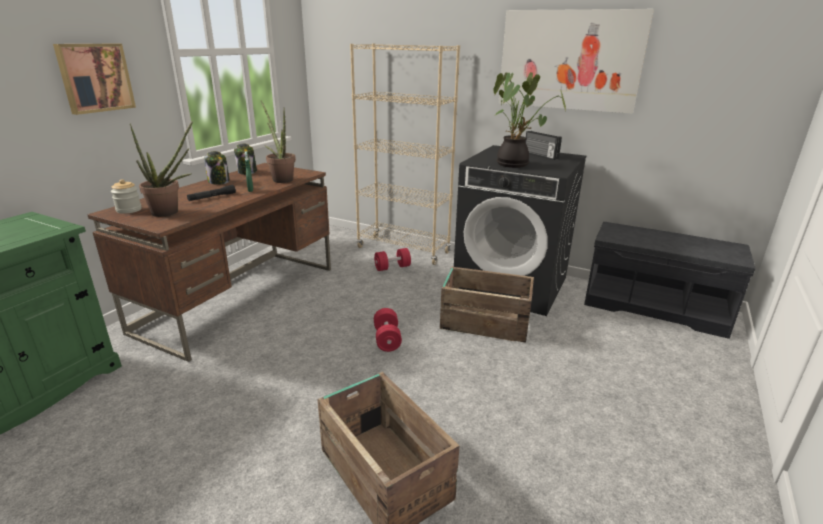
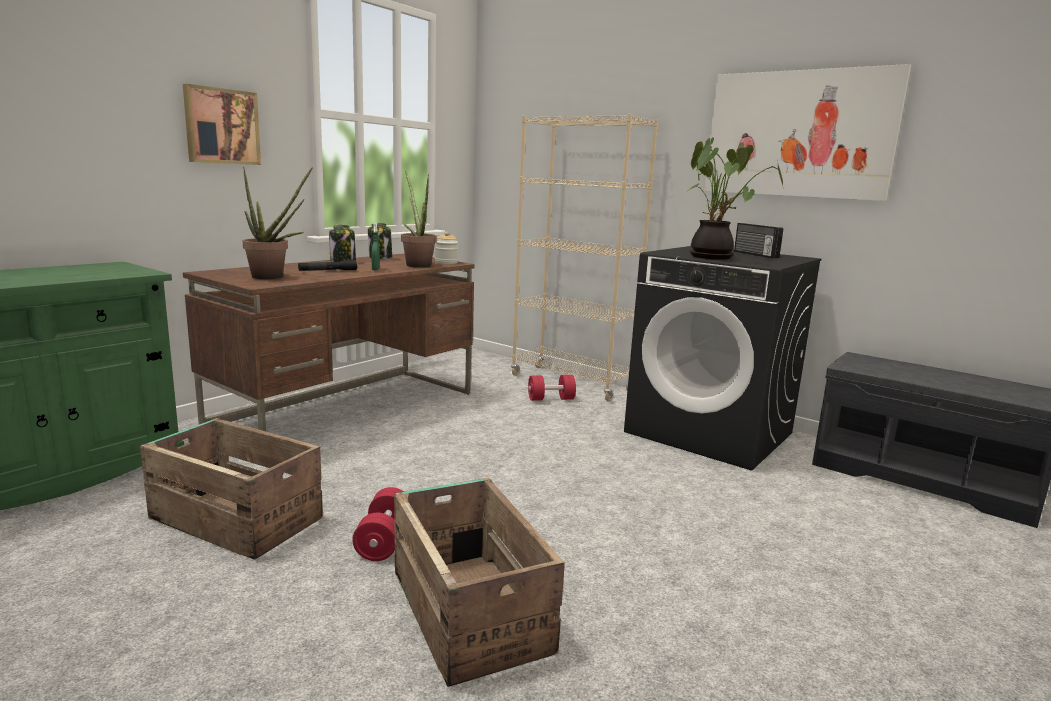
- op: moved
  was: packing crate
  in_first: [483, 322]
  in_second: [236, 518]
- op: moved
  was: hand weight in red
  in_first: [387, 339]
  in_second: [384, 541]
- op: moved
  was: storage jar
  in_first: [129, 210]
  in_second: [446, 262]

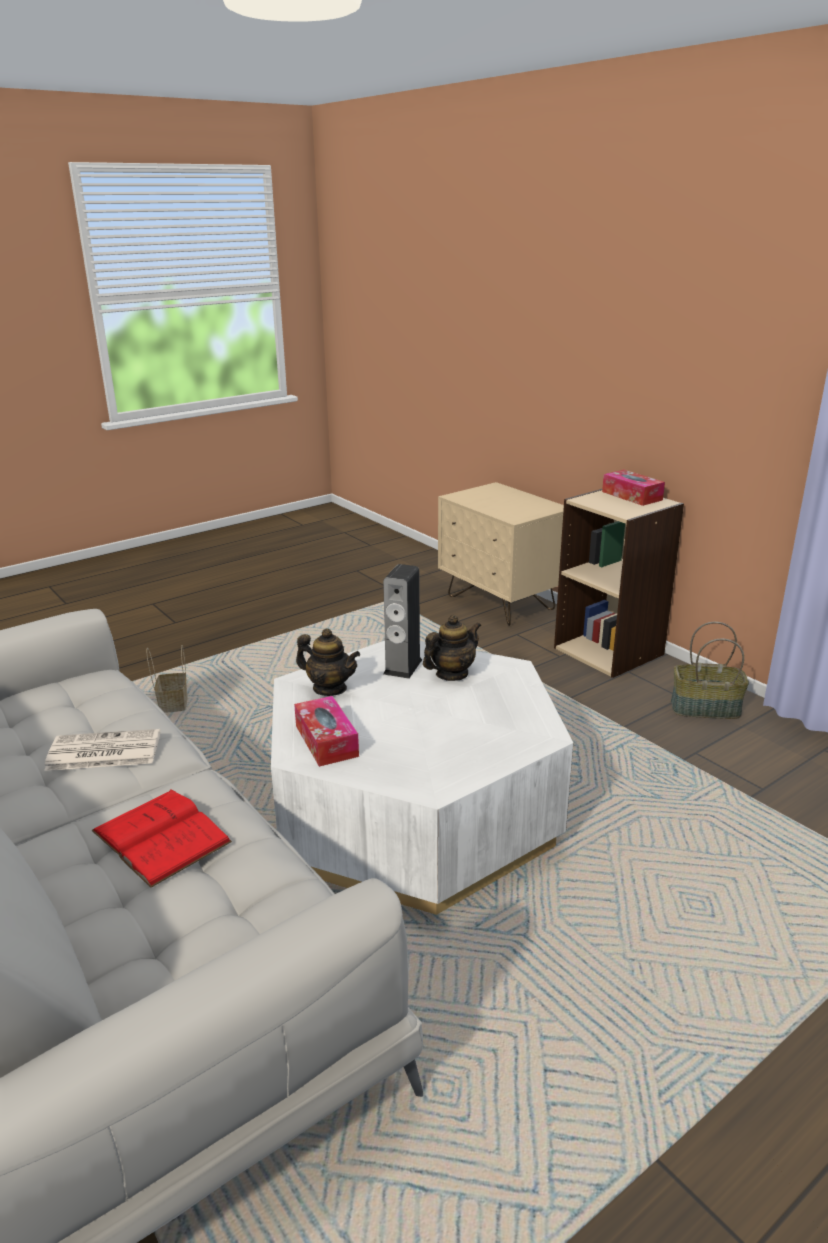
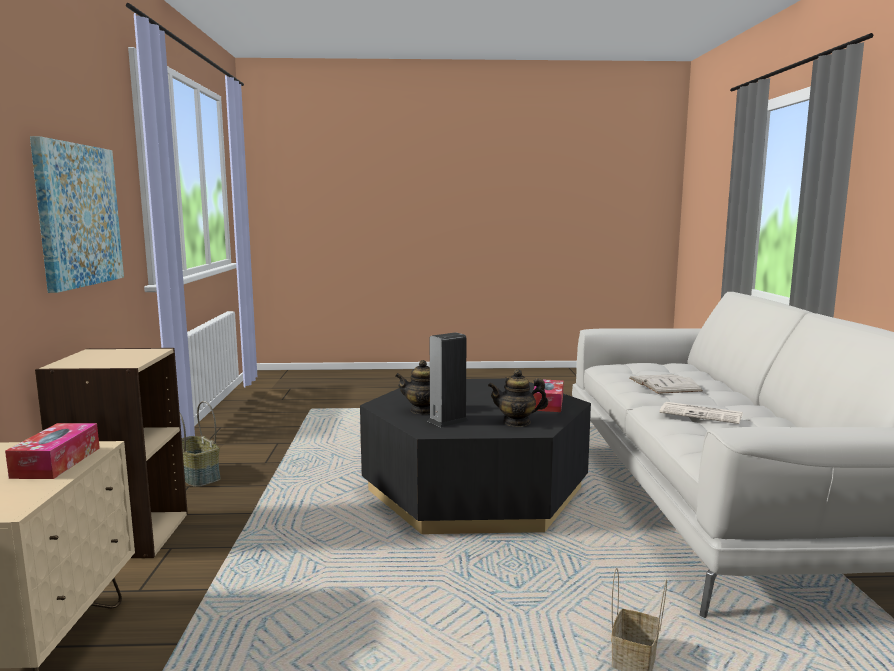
- op: moved
  was: tissue holder
  in_first: [632, 496]
  in_second: [56, 462]
- op: added
  now: picture
  in_second: [78, 215]
- op: recoloured
  was: lounge table in white
  now: lounge table in black
  in_first: [414, 811]
  in_second: [475, 490]
- op: turned
  was: pot for tea
  in_first: [329, 688]
  in_second: [517, 422]
  clockwise: -60
- op: recoloured
  was: bound book in red
  now: bound book in white
  in_first: [161, 836]
  in_second: [664, 384]

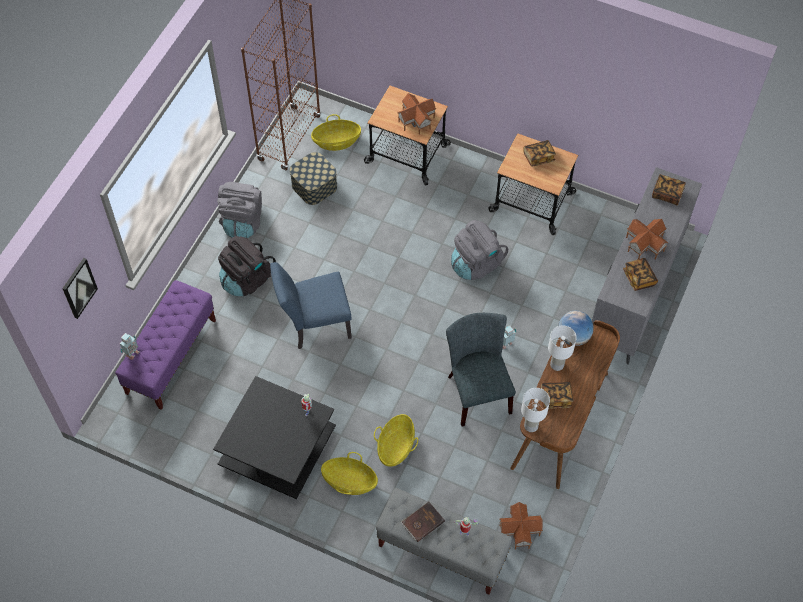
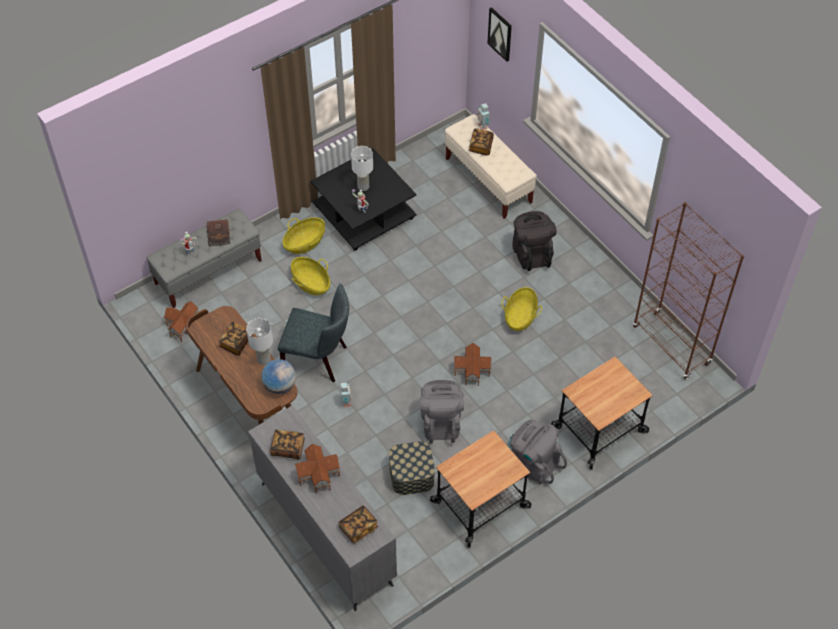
- op: moved
  was: table lamp in white
  in_first: [531, 426]
  in_second: [363, 187]
- op: moved
  was: storage container
  in_first: [314, 186]
  in_second: [411, 475]
- op: recoloured
  was: long seat in purplish
  now: long seat in beige
  in_first: [171, 356]
  in_second: [488, 181]
- op: moved
  was: toy house
  in_first: [416, 119]
  in_second: [472, 371]
- op: moved
  was: bound book
  in_first: [538, 157]
  in_second: [481, 146]
- op: moved
  was: basket
  in_first: [336, 141]
  in_second: [520, 316]
- op: moved
  was: knapsack in gray
  in_first: [243, 222]
  in_second: [532, 463]
- op: removed
  was: upright chair in blue
  in_first: [314, 325]

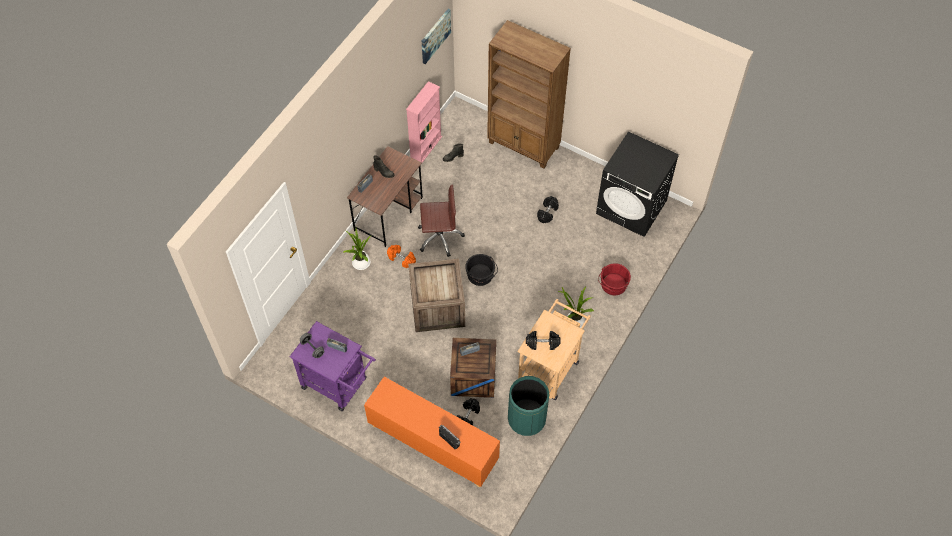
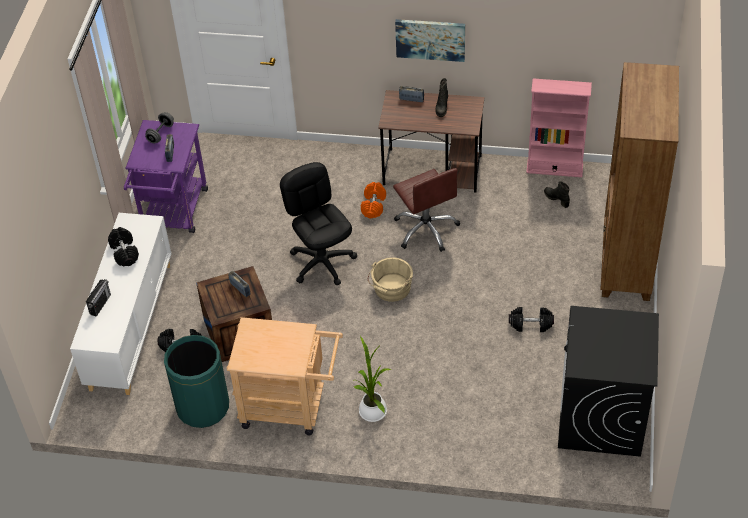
- op: recoloured
  was: cabinet in orange
  now: cabinet in white
  in_first: [432, 444]
  in_second: [131, 325]
- op: moved
  was: hand weight in black
  in_first: [542, 343]
  in_second: [125, 252]
- op: replaced
  was: packing crate
  now: computer chair in black
  in_first: [436, 307]
  in_second: [322, 262]
- op: recoloured
  was: bucket in black
  now: bucket in beige
  in_first: [481, 276]
  in_second: [391, 289]
- op: moved
  was: picture
  in_first: [435, 35]
  in_second: [430, 39]
- op: removed
  was: potted plant
  in_first: [360, 264]
- op: removed
  was: bucket in red
  in_first: [613, 285]

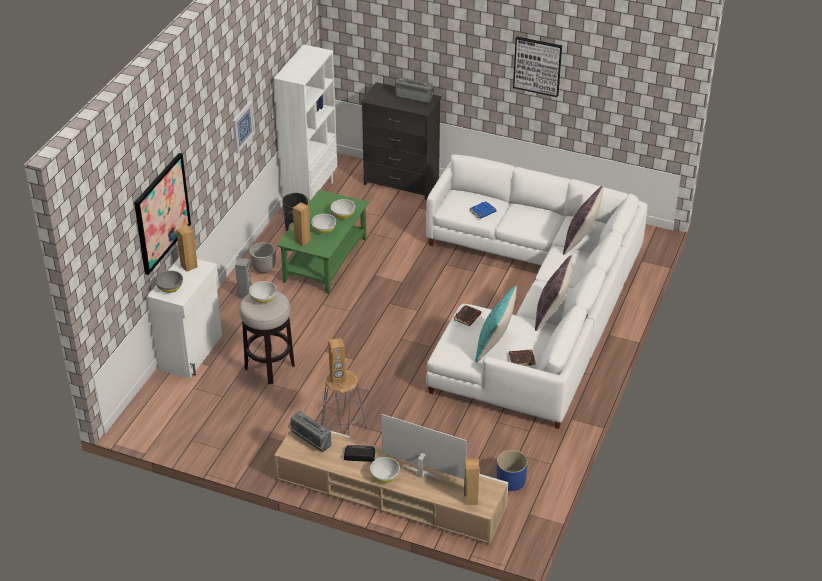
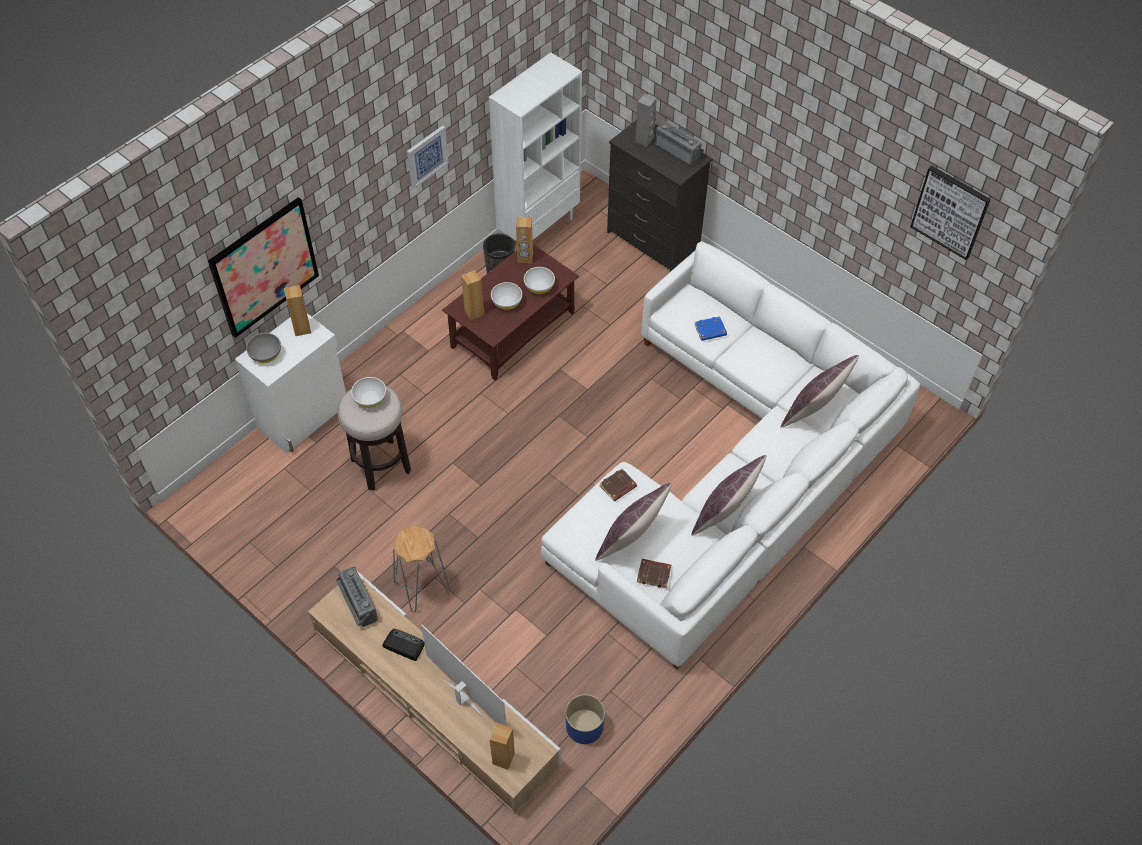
- op: recoloured
  was: lounge table in green-coloured
  now: lounge table in brownish
  in_first: [325, 260]
  in_second: [512, 331]
- op: moved
  was: speaker in brownish
  in_first: [337, 379]
  in_second: [525, 258]
- op: recoloured
  was: throw pillow in turquoise
  now: throw pillow in brownish
  in_first: [495, 344]
  in_second: [631, 540]
- op: moved
  was: speaker in gray
  in_first: [245, 295]
  in_second: [644, 140]
- op: moved
  was: picture
  in_first: [537, 66]
  in_second: [950, 212]
- op: removed
  was: plant pot
  in_first: [264, 269]
- op: removed
  was: bowl in white
  in_first: [385, 476]

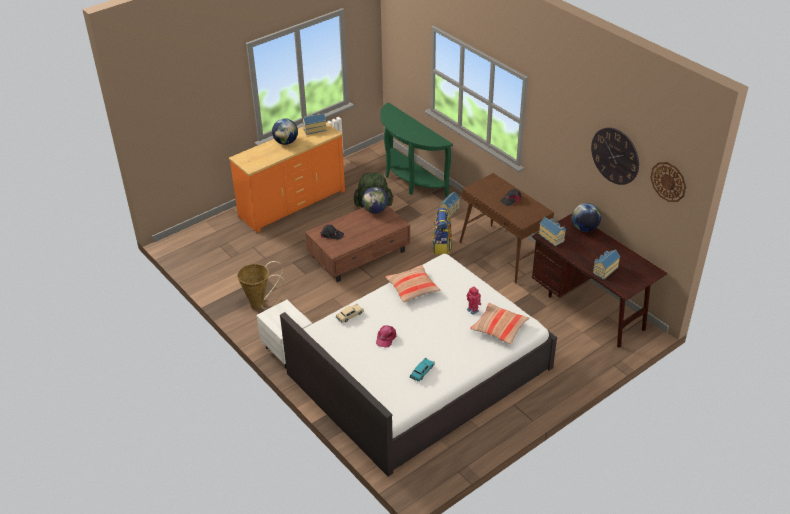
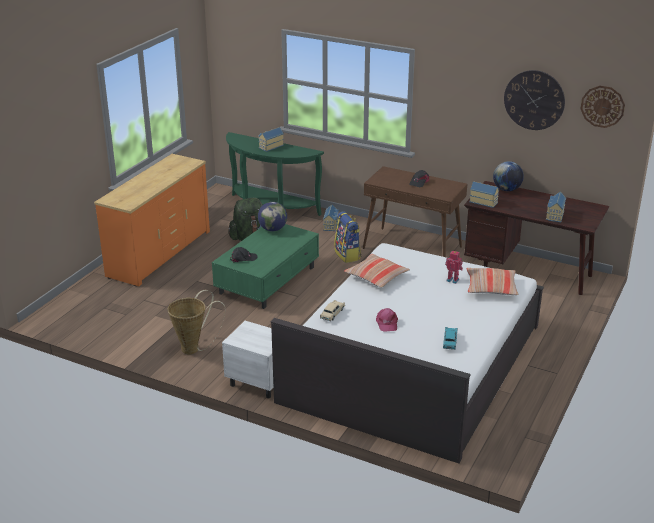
- op: recoloured
  was: lounge table in brownish
  now: lounge table in green-coloured
  in_first: [359, 254]
  in_second: [268, 280]
- op: moved
  was: toy house
  in_first: [314, 129]
  in_second: [270, 146]
- op: removed
  was: world globe
  in_first: [286, 142]

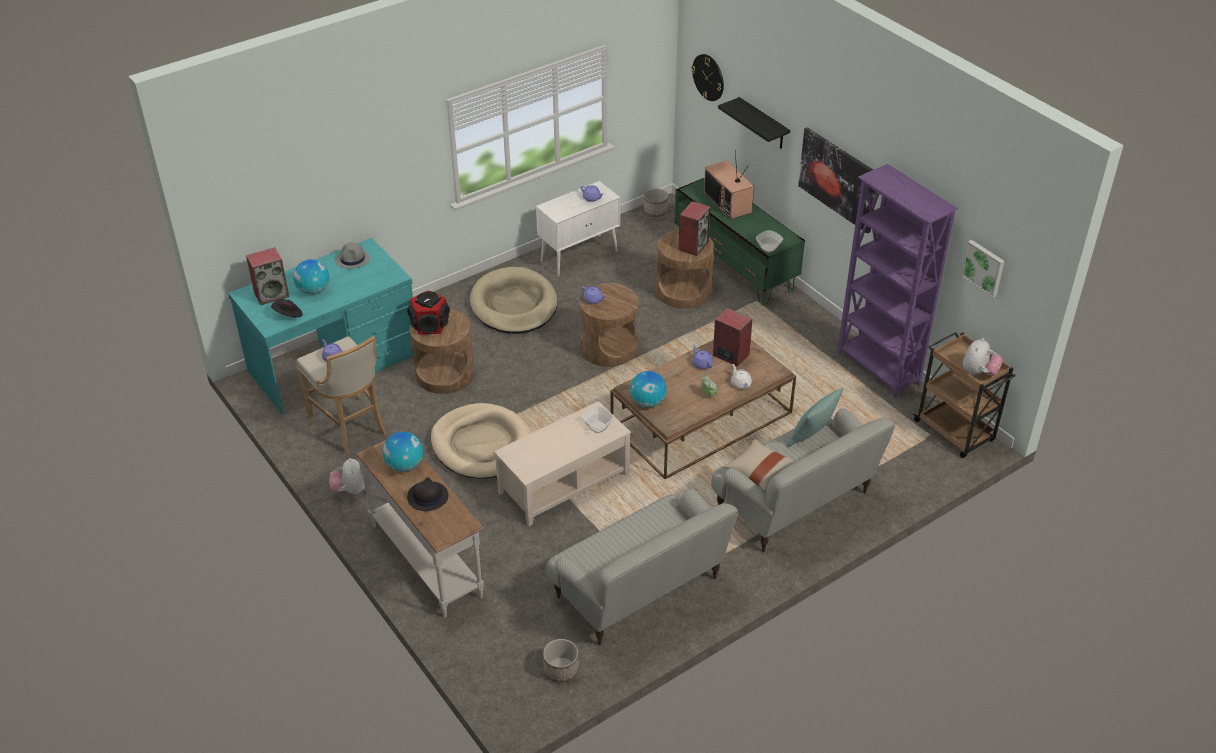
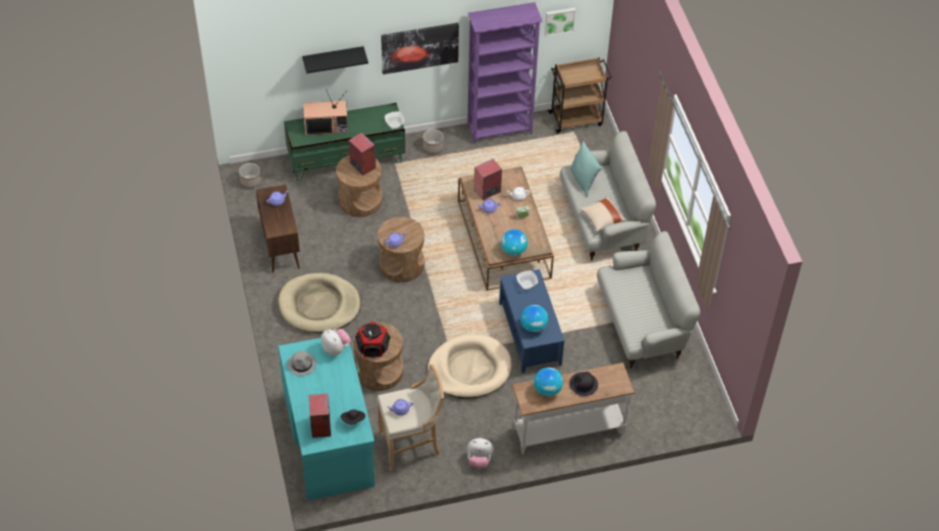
- op: recoloured
  was: cabinet in white
  now: cabinet in brownish
  in_first: [580, 256]
  in_second: [280, 246]
- op: moved
  was: cuddly toy
  in_first: [978, 372]
  in_second: [336, 349]
- op: moved
  was: plant pot
  in_first: [561, 670]
  in_second: [433, 148]
- op: recoloured
  was: lounge table in beige
  now: lounge table in blue
  in_first: [564, 483]
  in_second: [530, 334]
- op: moved
  was: world globe
  in_first: [314, 290]
  in_second: [533, 326]
- op: removed
  was: hanging clock
  in_first: [708, 77]

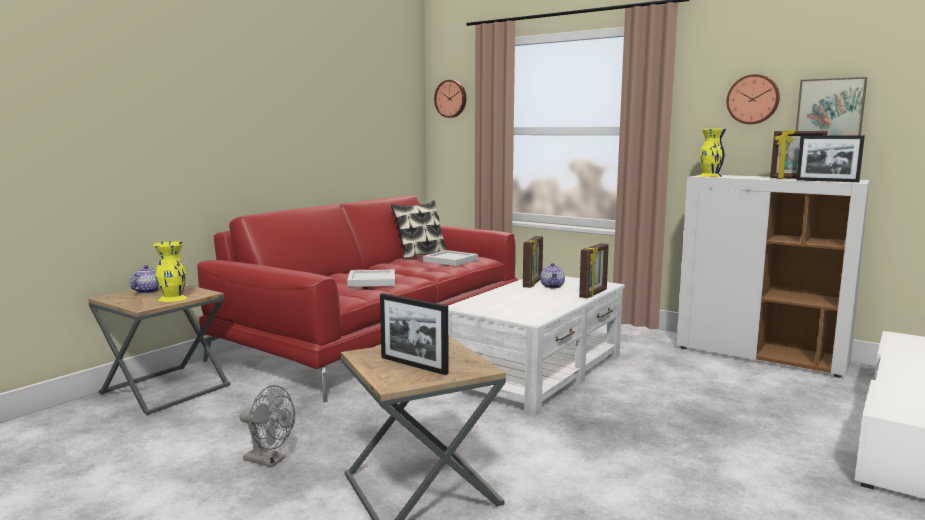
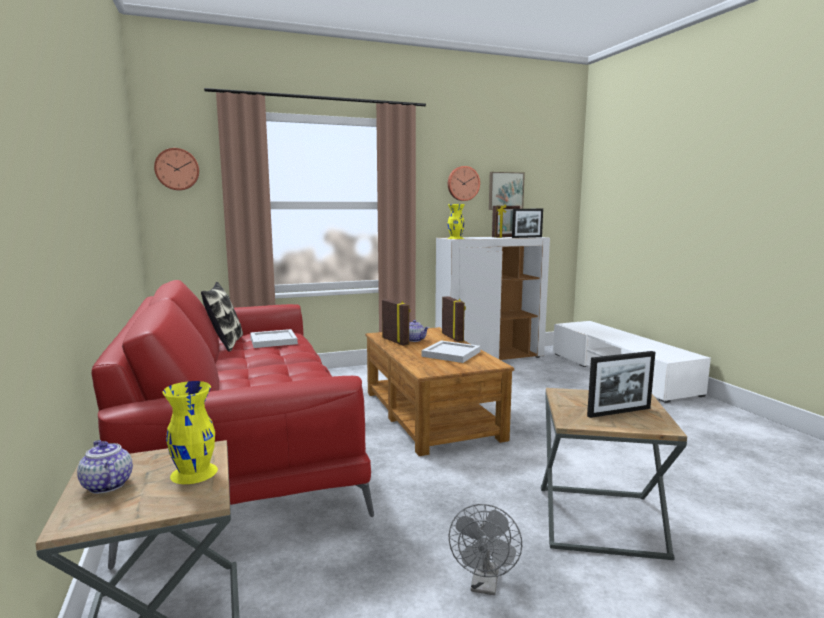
- op: recoloured
  was: lounge table in white
  now: lounge table in brownish
  in_first: [538, 372]
  in_second: [431, 414]
- op: moved
  was: serving tray in white
  in_first: [371, 281]
  in_second: [451, 354]
- op: turned
  was: cooling fan in gray
  in_first: [270, 460]
  in_second: [485, 585]
  clockwise: 135

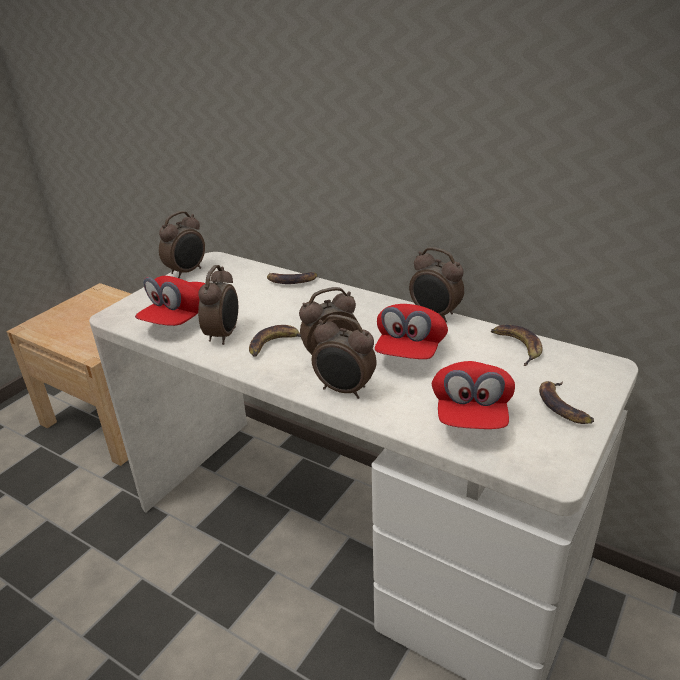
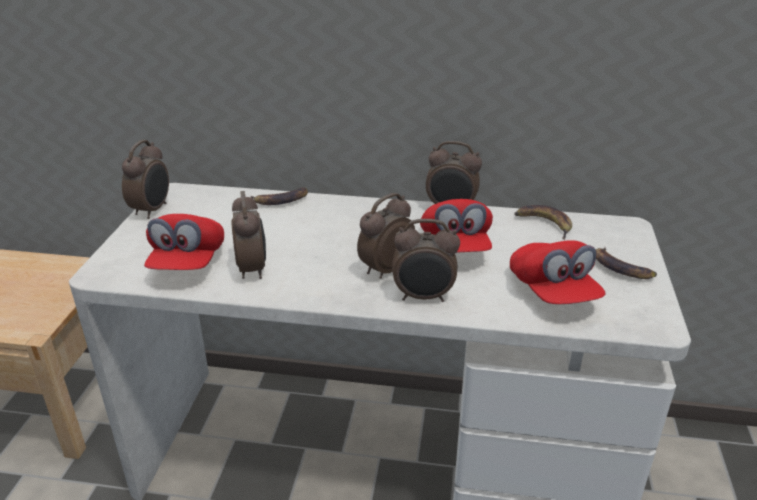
- op: removed
  was: banana
  in_first: [274, 345]

